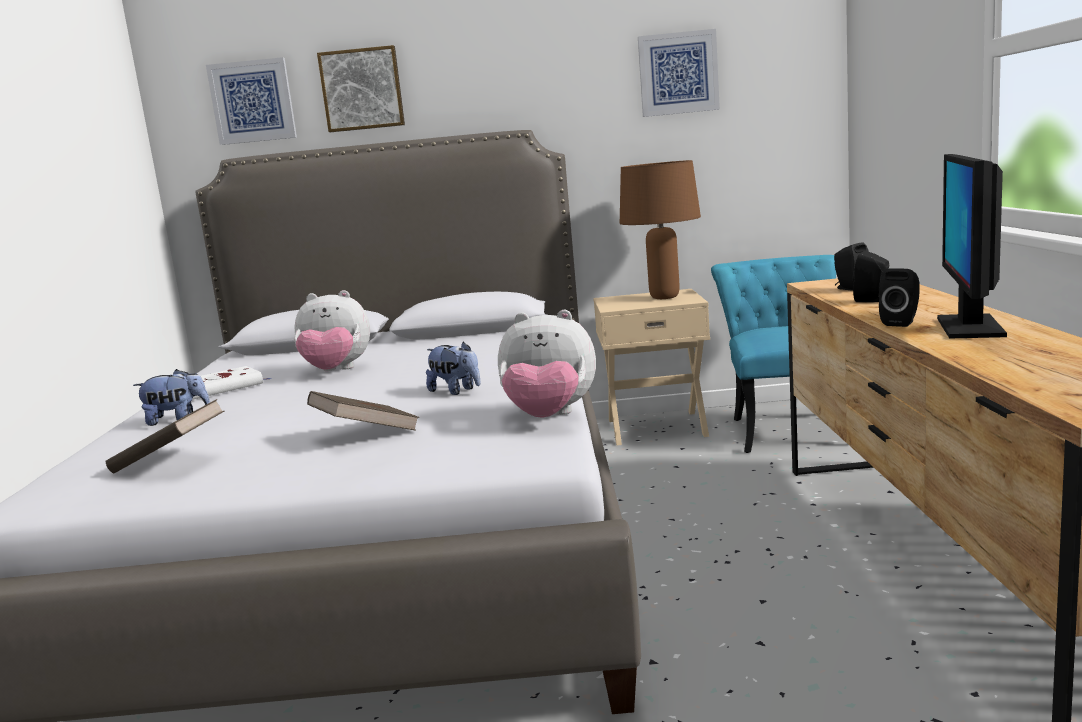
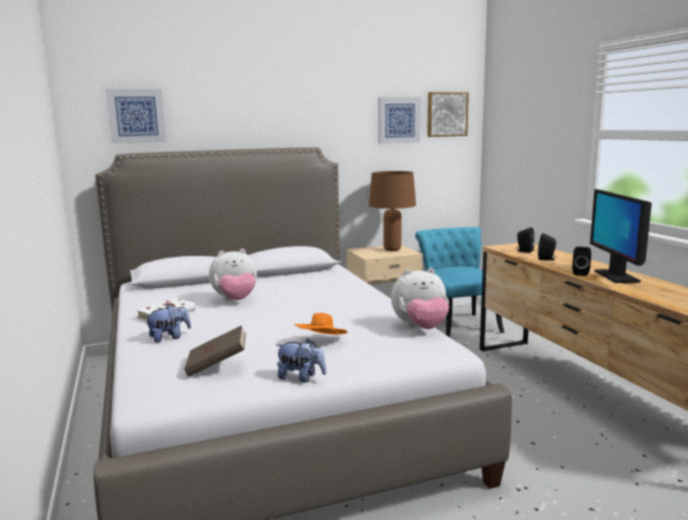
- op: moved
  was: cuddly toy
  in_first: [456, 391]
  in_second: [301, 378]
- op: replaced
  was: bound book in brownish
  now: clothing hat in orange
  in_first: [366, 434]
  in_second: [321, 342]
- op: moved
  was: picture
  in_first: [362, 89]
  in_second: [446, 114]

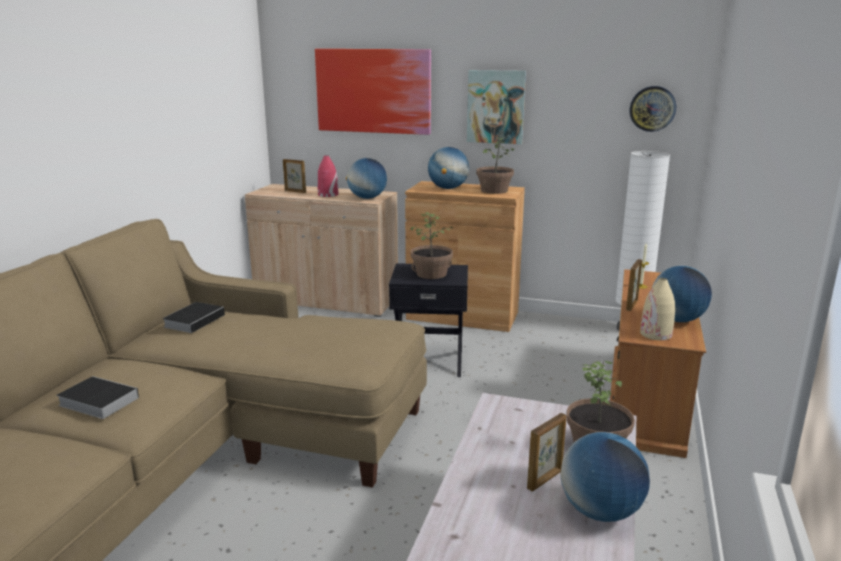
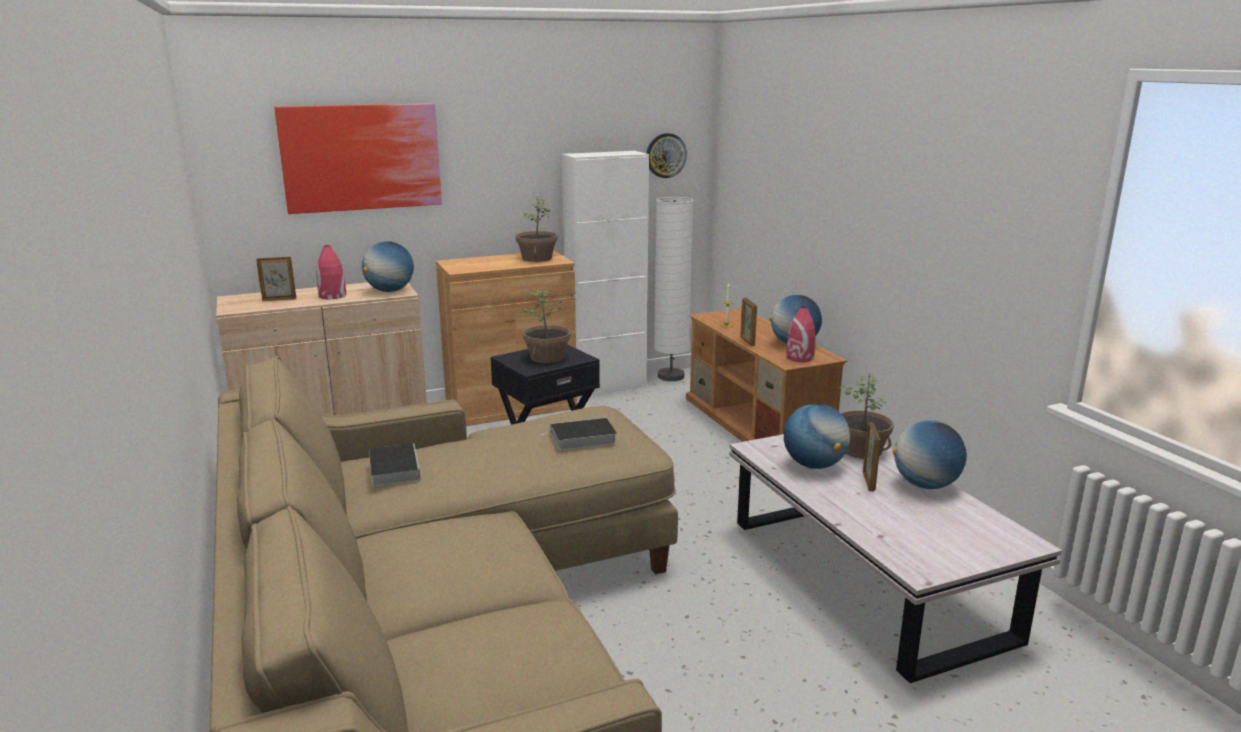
- op: moved
  was: bound book
  in_first: [96, 401]
  in_second: [581, 438]
- op: added
  now: cabinet in white
  in_second: [606, 387]
- op: moved
  was: world globe
  in_first: [448, 188]
  in_second: [814, 465]
- op: recoloured
  was: decorative vase in beige
  now: decorative vase in red
  in_first: [656, 334]
  in_second: [800, 358]
- op: removed
  was: picture
  in_first: [496, 107]

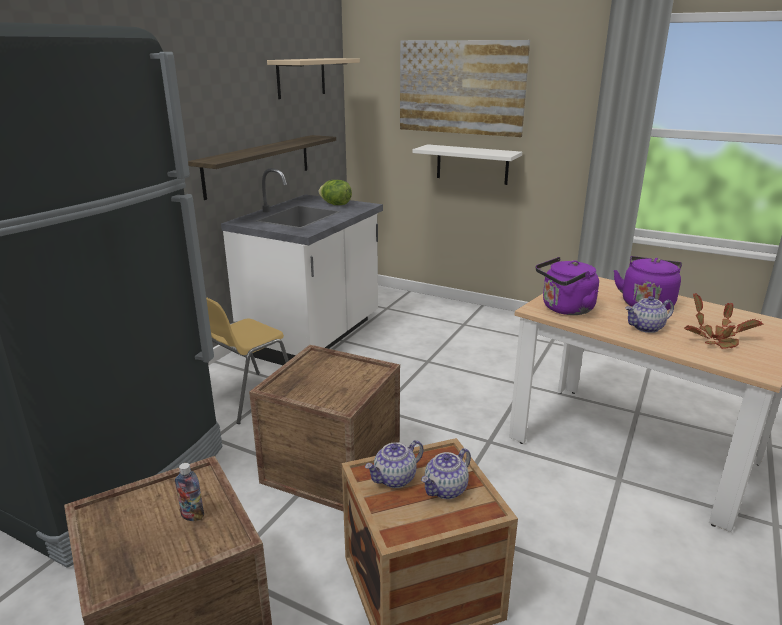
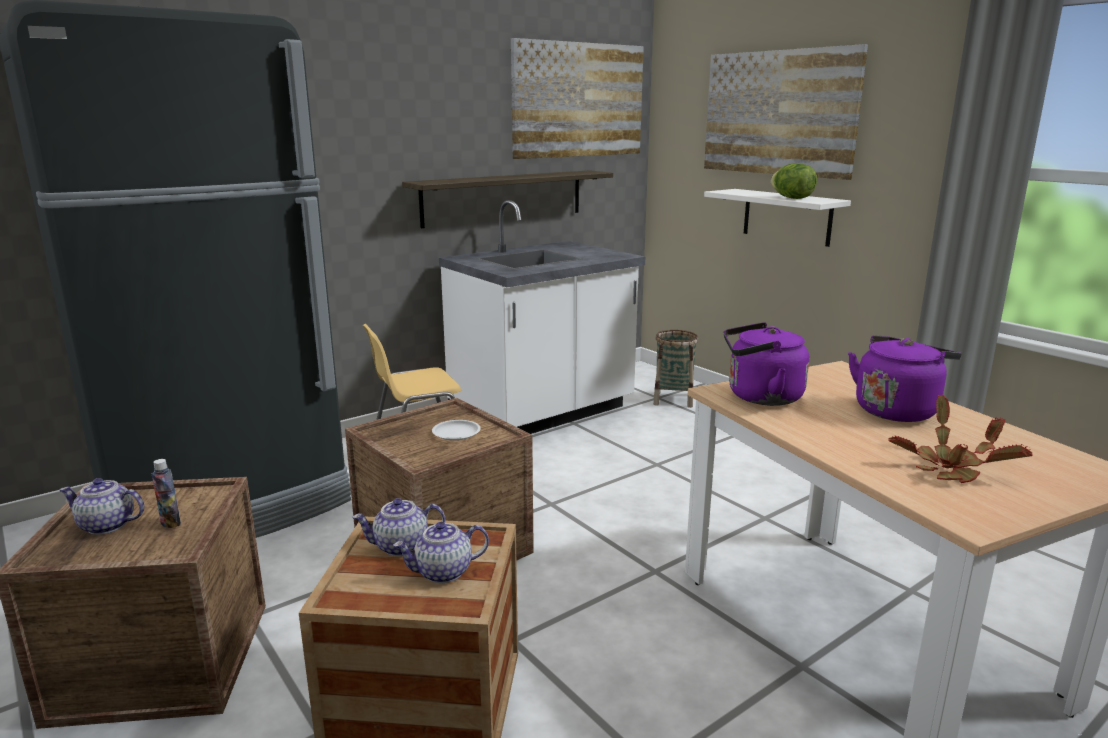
- op: moved
  was: pot for tea
  in_first: [646, 328]
  in_second: [106, 525]
- op: added
  now: plate in white
  in_second: [456, 433]
- op: replaced
  was: bracket shelf in beige
  now: picture
  in_first: [301, 77]
  in_second: [579, 100]
- op: added
  now: basket
  in_second: [673, 399]
- op: moved
  was: lettuce
  in_first: [336, 204]
  in_second: [792, 198]

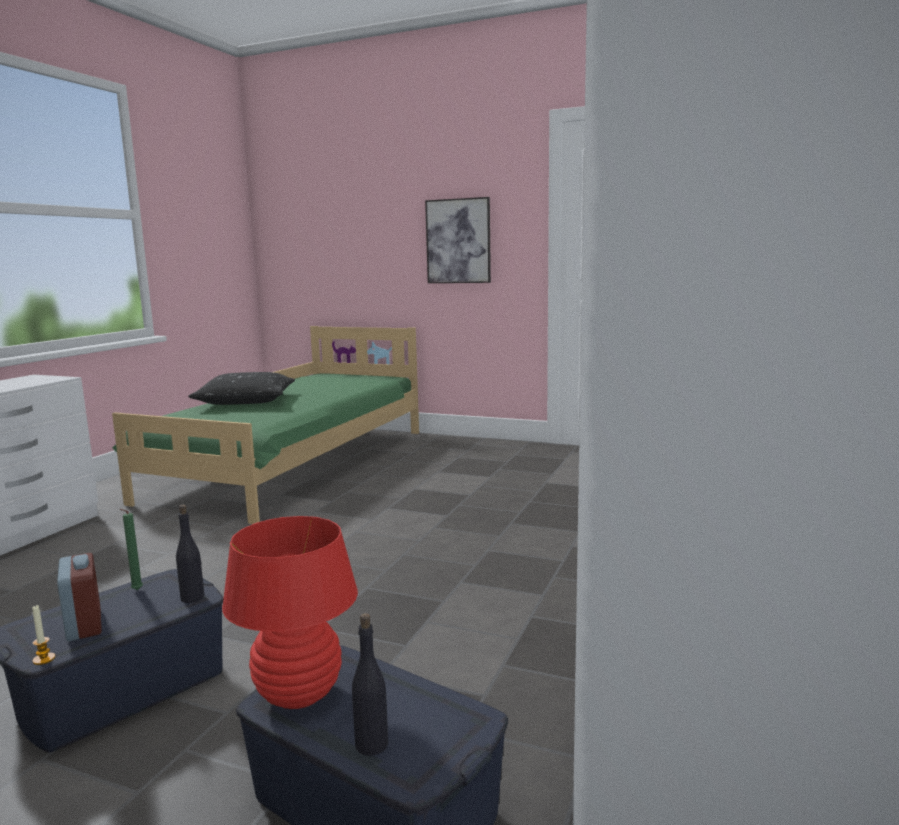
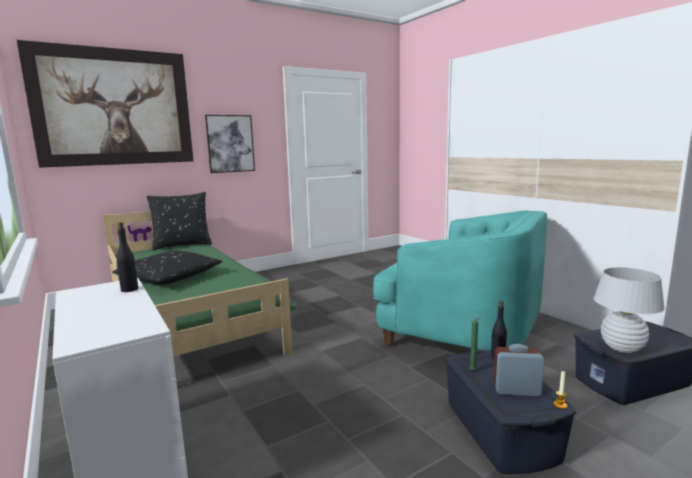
- op: added
  now: picture
  in_second: [114, 107]
- op: moved
  was: bottle in black
  in_first: [372, 744]
  in_second: [129, 289]
- op: added
  now: throw pillow in black
  in_second: [182, 245]
- op: added
  now: armchair in turquoise
  in_second: [461, 329]
- op: recoloured
  was: table lamp in red
  now: table lamp in white
  in_first: [298, 695]
  in_second: [622, 348]

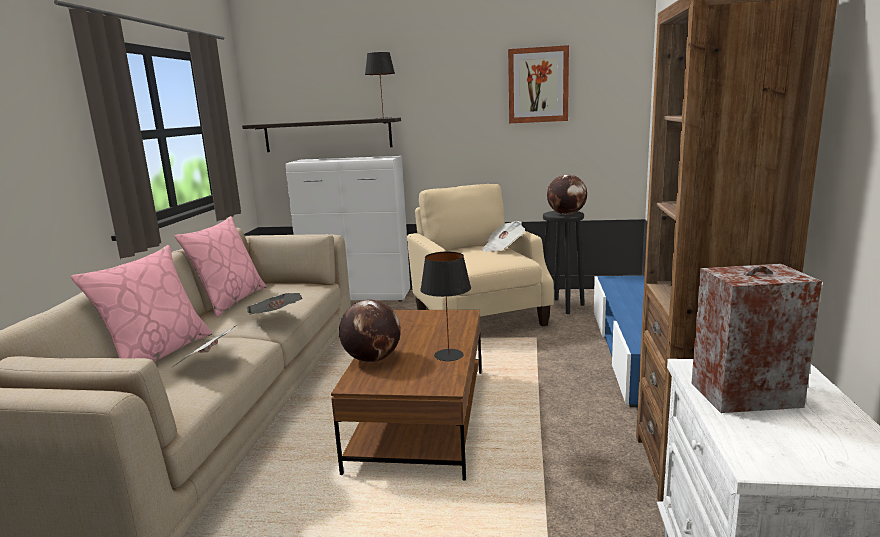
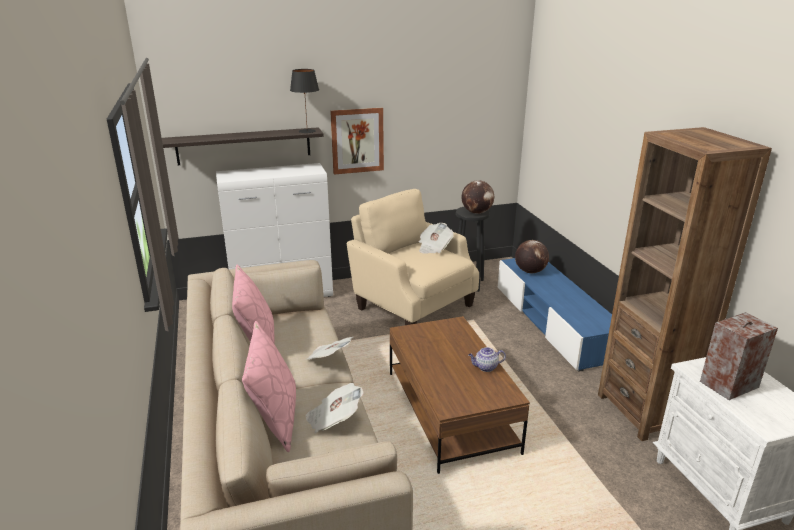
- op: moved
  was: picture
  in_first: [538, 85]
  in_second: [357, 140]
- op: replaced
  was: table lamp in black
  now: pot for tea
  in_first: [448, 355]
  in_second: [485, 367]
- op: moved
  was: world globe
  in_first: [372, 359]
  in_second: [530, 271]

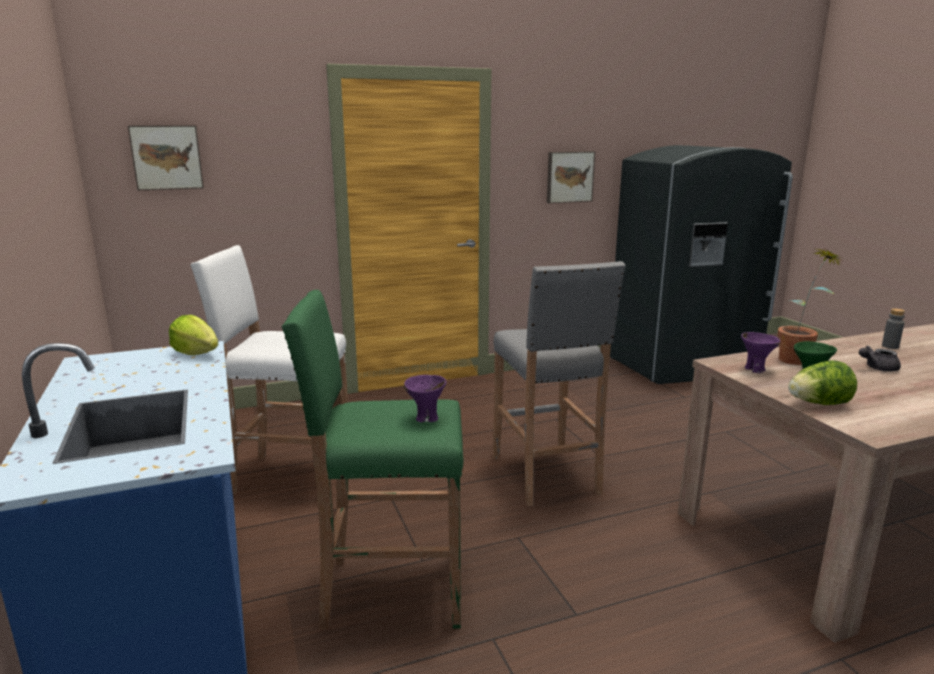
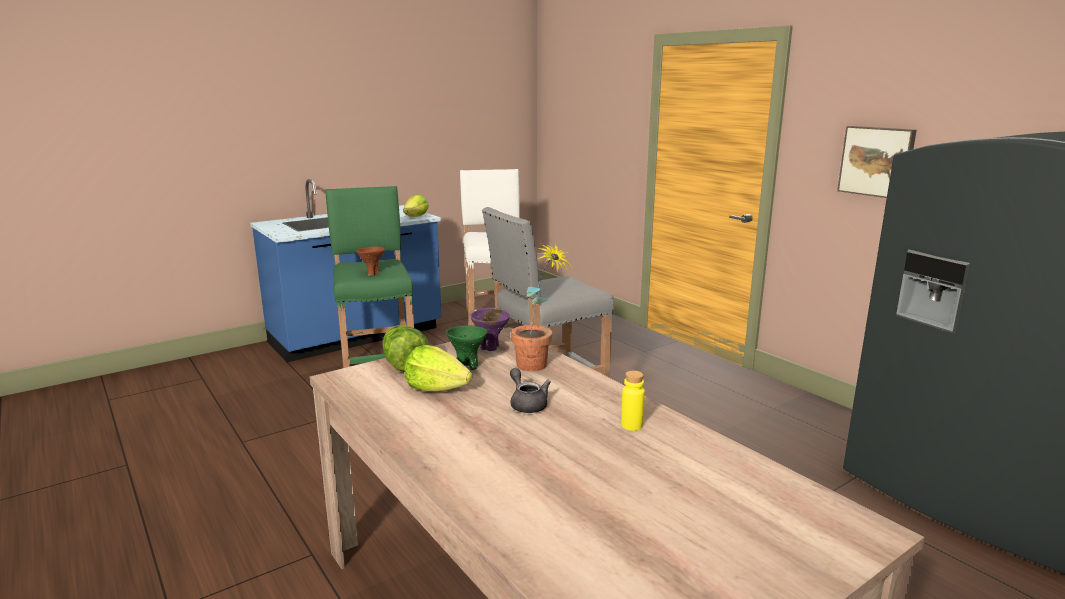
- op: recoloured
  was: bowl in purplish
  now: bowl in brownish
  in_first: [426, 419]
  in_second: [372, 273]
- op: added
  now: lettuce
  in_second: [436, 389]
- op: recoloured
  was: bottle in gray
  now: bottle in yellowish
  in_first: [890, 346]
  in_second: [631, 425]
- op: removed
  was: picture
  in_first: [167, 157]

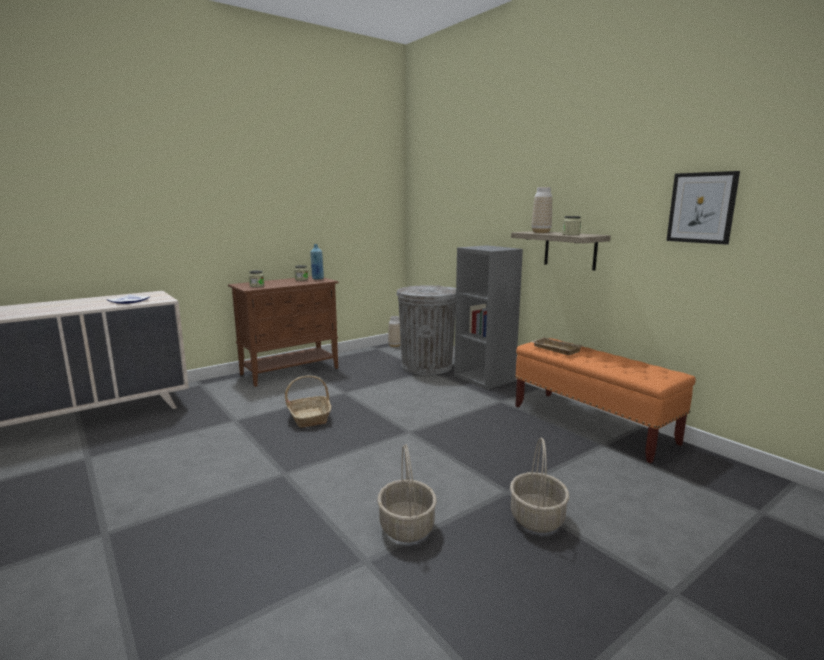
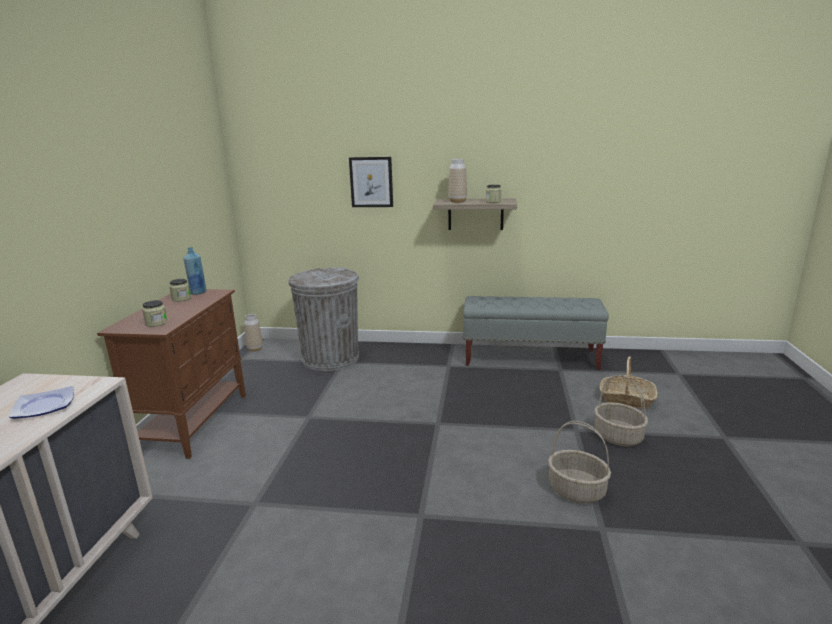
- op: moved
  was: picture
  in_first: [701, 208]
  in_second: [371, 182]
- op: recoloured
  was: long seat in orange
  now: long seat in gray
  in_first: [592, 424]
  in_second: [530, 358]
- op: moved
  was: basket
  in_first: [309, 417]
  in_second: [626, 399]
- op: removed
  was: bookcase in gray
  in_first: [485, 378]
- op: removed
  was: serving tray in beige
  in_first: [554, 349]

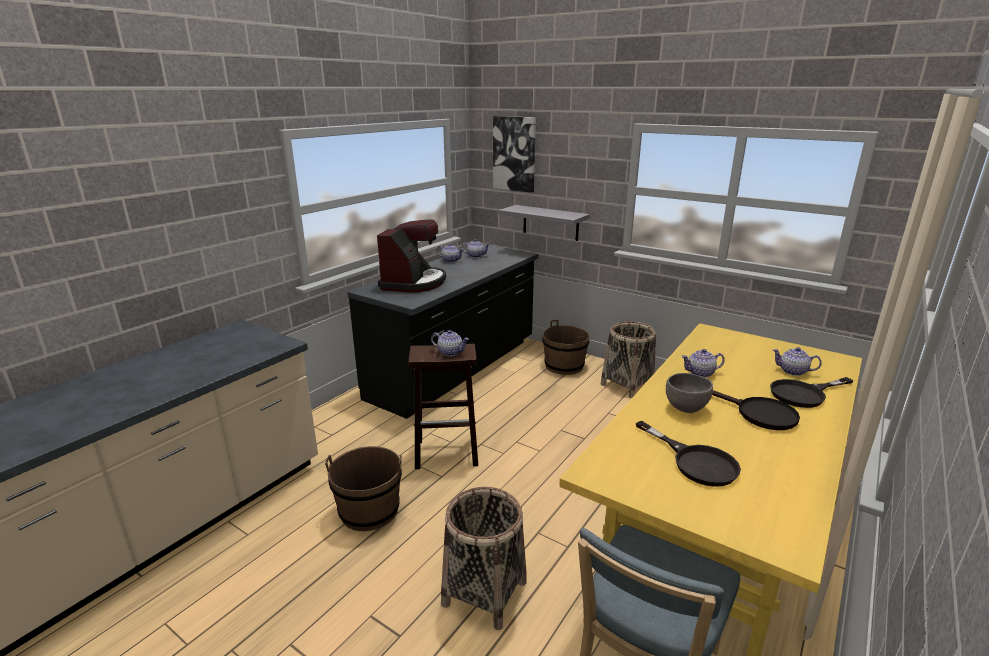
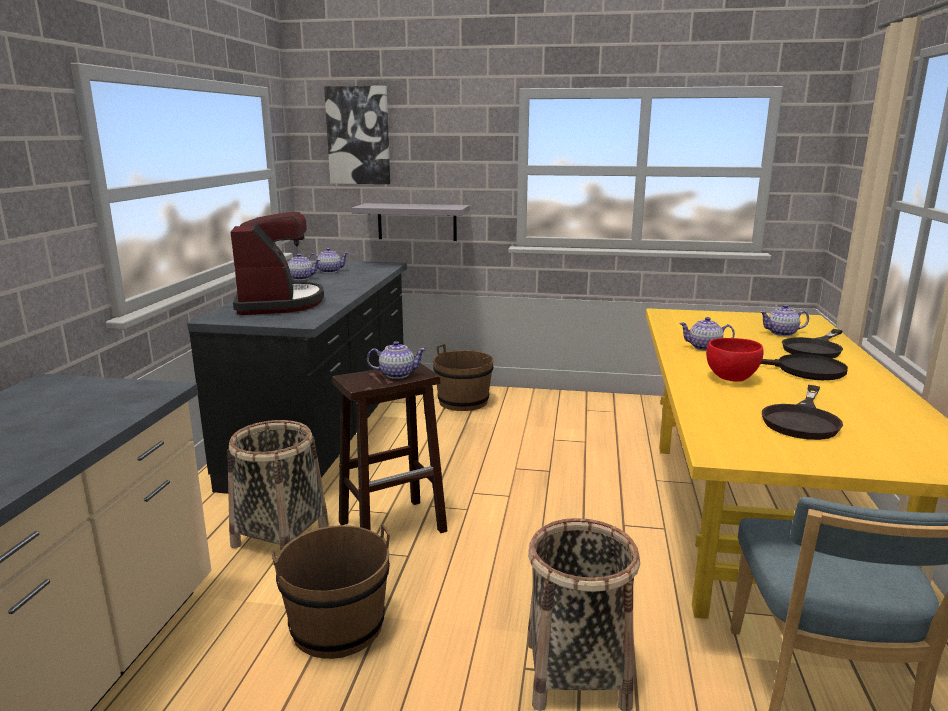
- op: moved
  was: basket
  in_first: [626, 385]
  in_second: [280, 536]
- op: turned
  was: pot for tea
  in_first: [701, 373]
  in_second: [705, 347]
  clockwise: 45
- op: recoloured
  was: bowl in gray
  now: bowl in red
  in_first: [686, 408]
  in_second: [731, 378]
- op: turned
  was: pan in black
  in_first: [695, 461]
  in_second: [802, 420]
  clockwise: 90

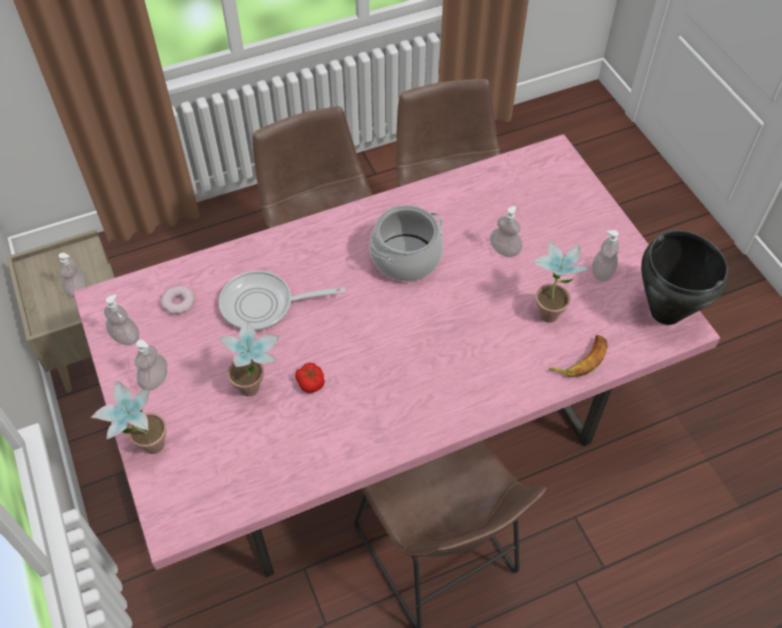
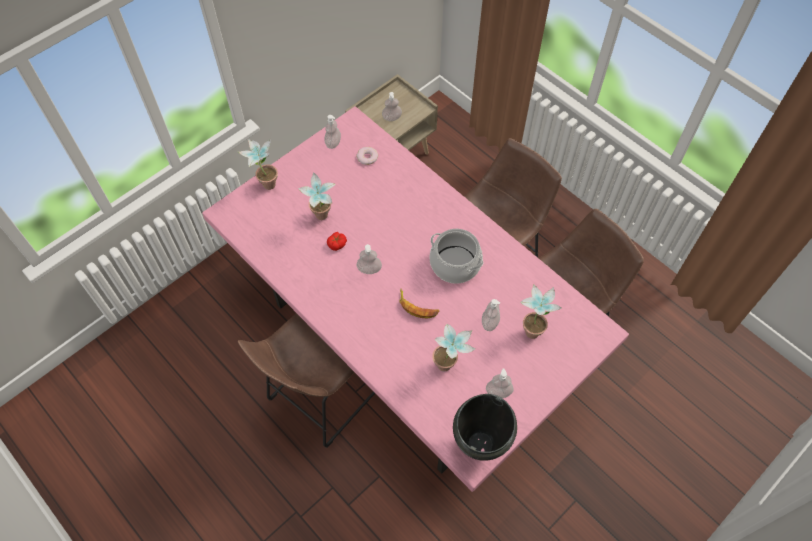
- op: moved
  was: soap bottle
  in_first: [155, 379]
  in_second: [369, 269]
- op: moved
  was: banana
  in_first: [581, 359]
  in_second: [417, 306]
- op: added
  now: potted plant
  in_second: [533, 328]
- op: removed
  was: pan
  in_first: [264, 305]

